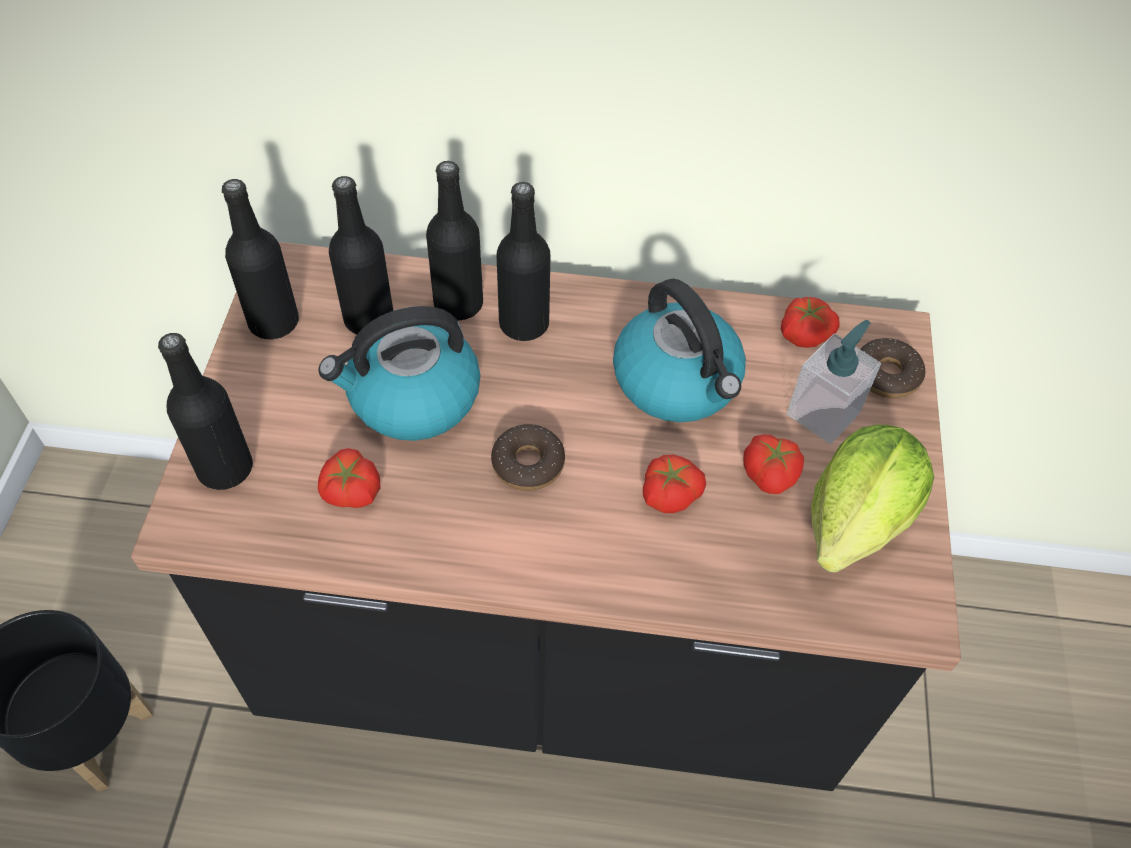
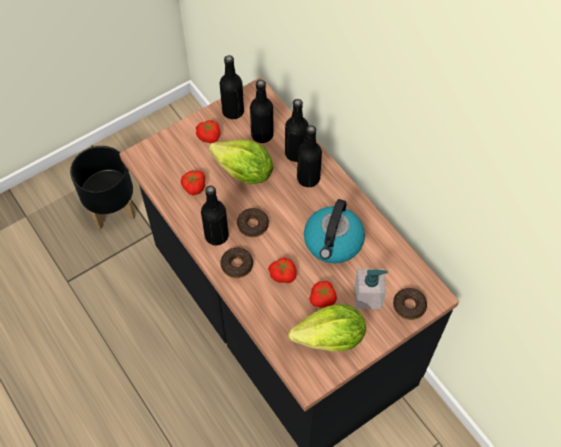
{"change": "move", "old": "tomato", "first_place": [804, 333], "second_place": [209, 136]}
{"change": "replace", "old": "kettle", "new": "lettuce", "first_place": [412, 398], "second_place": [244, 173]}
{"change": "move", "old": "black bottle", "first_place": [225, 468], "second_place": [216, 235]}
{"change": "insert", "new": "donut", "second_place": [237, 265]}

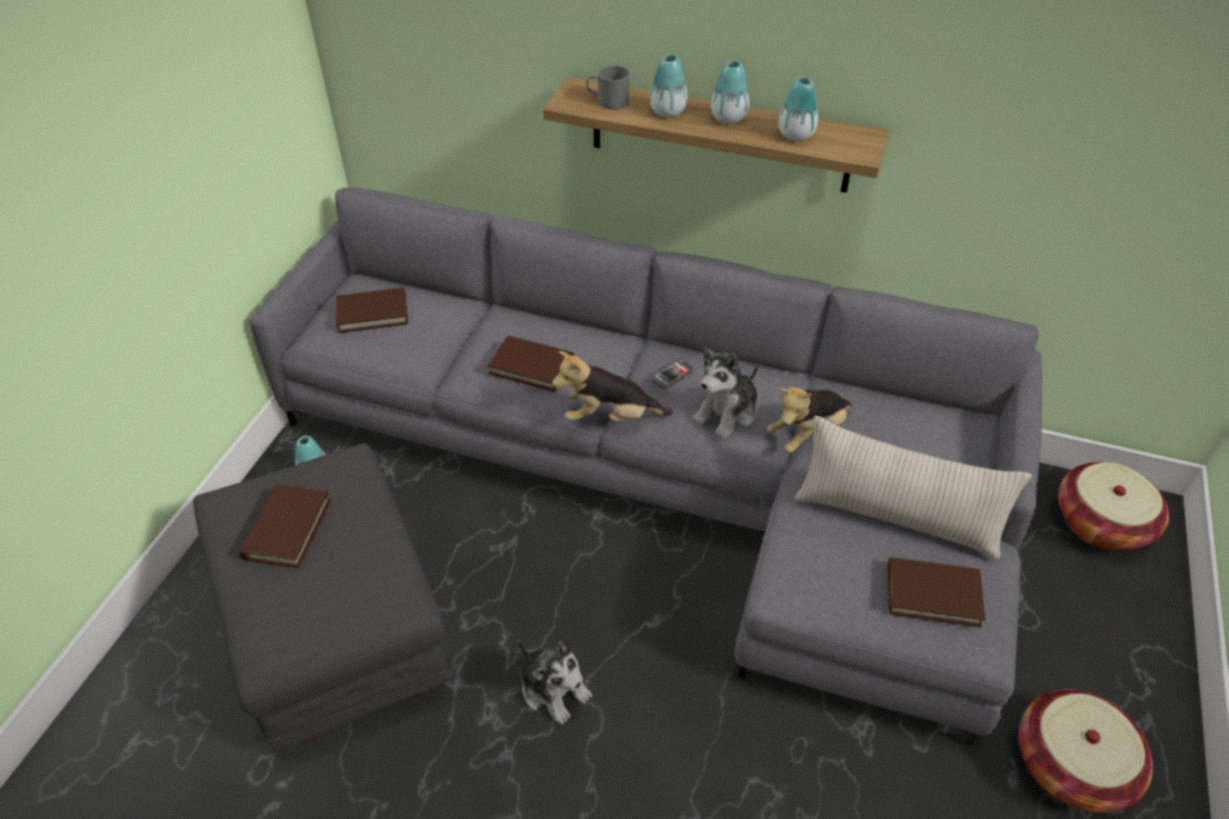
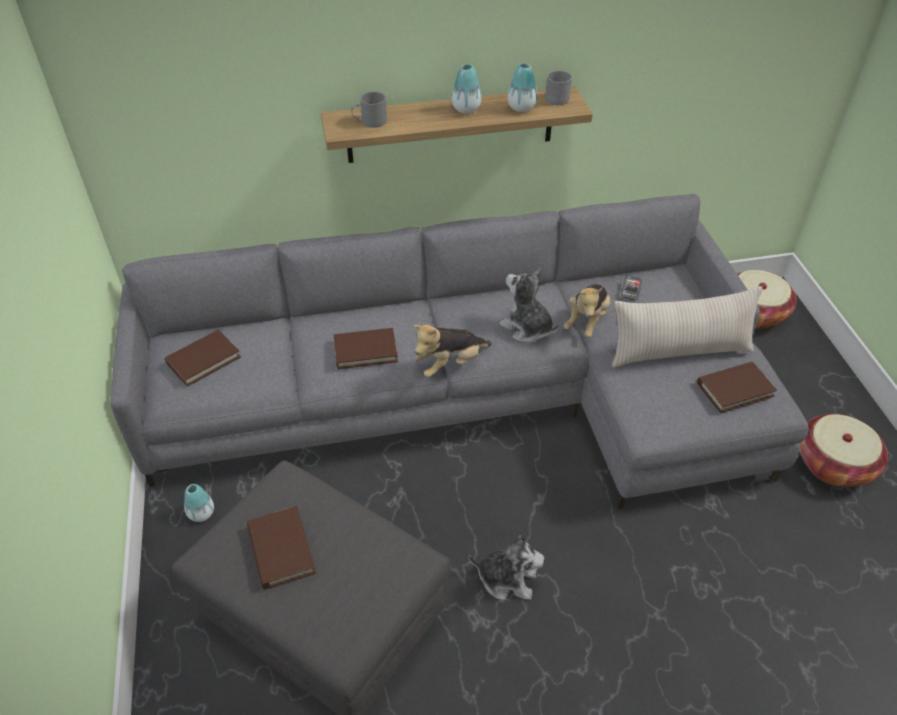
{"change": "delete", "old": "vase", "first_place": [668, 112]}
{"change": "rotate", "old": "plush toy", "first_place": [727, 413], "second_place": [527, 328], "degrees": 120}
{"change": "move", "old": "phone", "first_place": [672, 375], "second_place": [631, 289]}
{"change": "insert", "new": "grey mug", "second_place": [558, 97]}

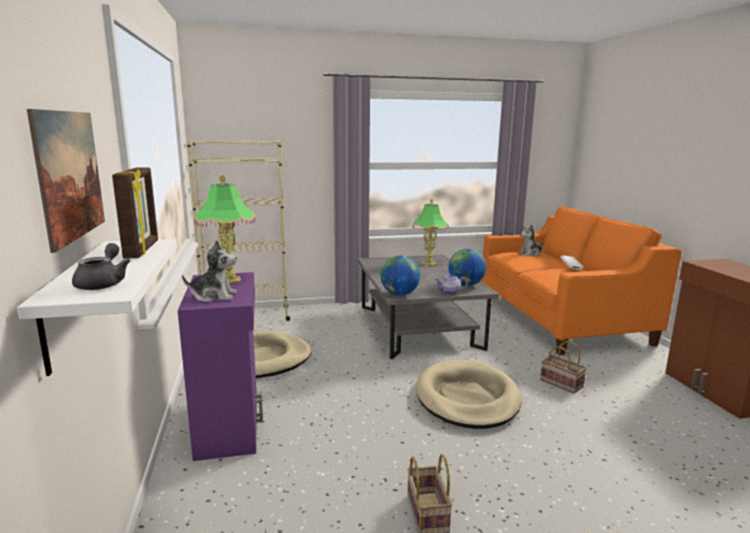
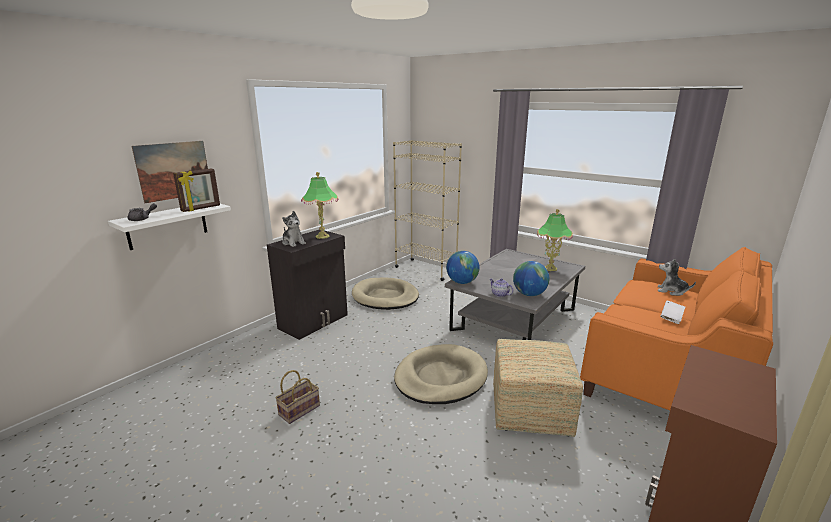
{"change": "recolor", "old": "purple cabinet", "new": "black cabinet", "first_place": [230, 424], "second_place": [314, 321]}
{"change": "replace", "old": "basket", "new": "ottoman", "first_place": [562, 383], "second_place": [531, 412]}

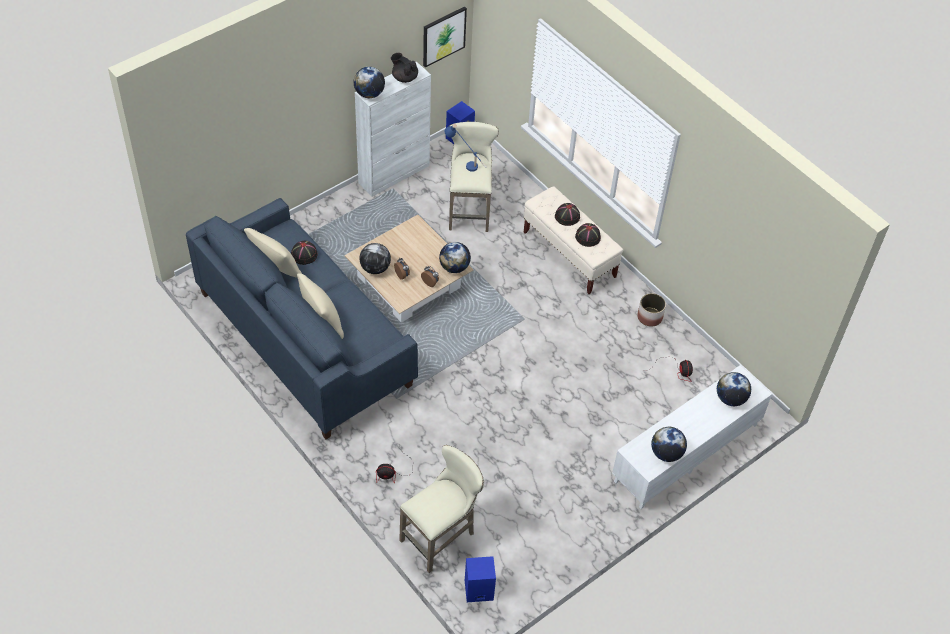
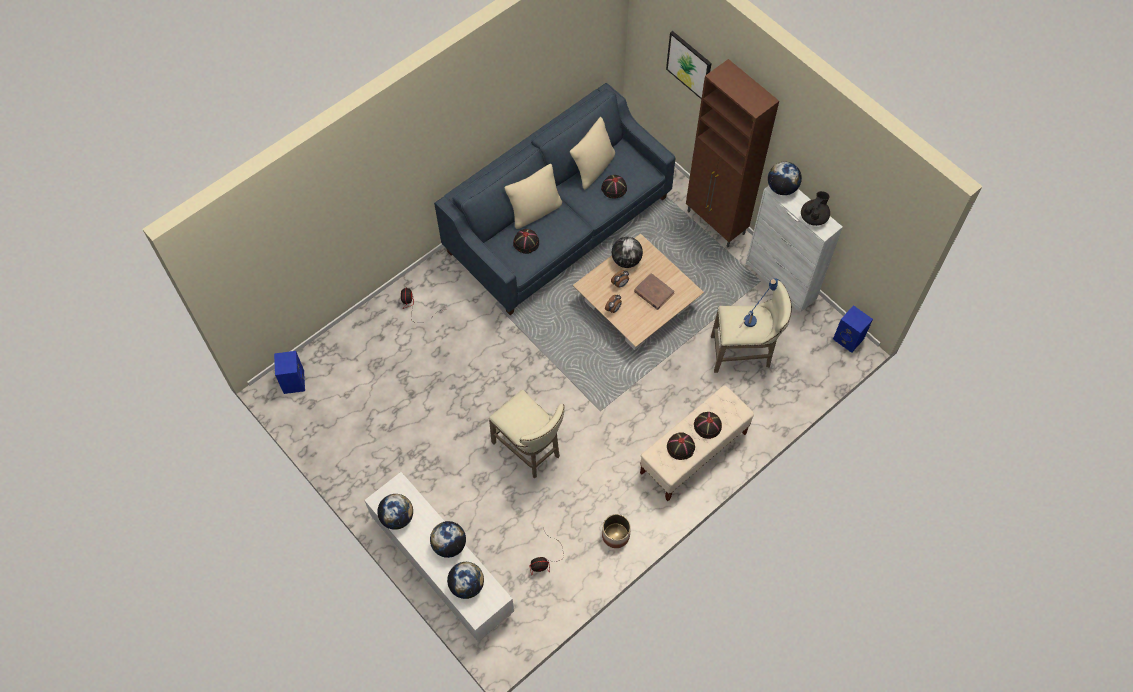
{"change": "move", "old": "picture", "first_place": [443, 36], "second_place": [689, 65]}
{"change": "move", "old": "globe", "first_place": [454, 267], "second_place": [449, 545]}
{"change": "move", "old": "beige stool", "first_place": [442, 536], "second_place": [529, 451]}
{"change": "insert", "new": "brown cabinet", "second_place": [716, 223]}
{"change": "insert", "new": "black hat", "second_place": [526, 243]}
{"change": "insert", "new": "brown book", "second_place": [653, 292]}

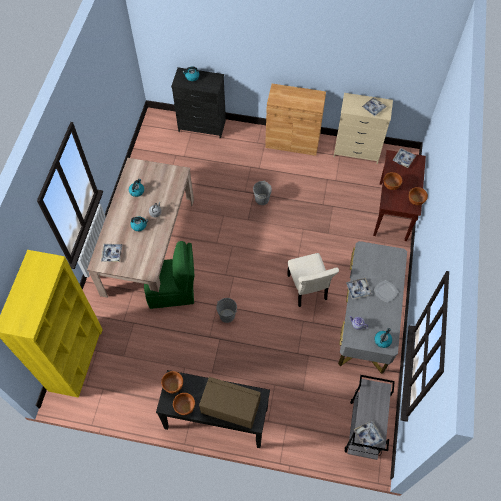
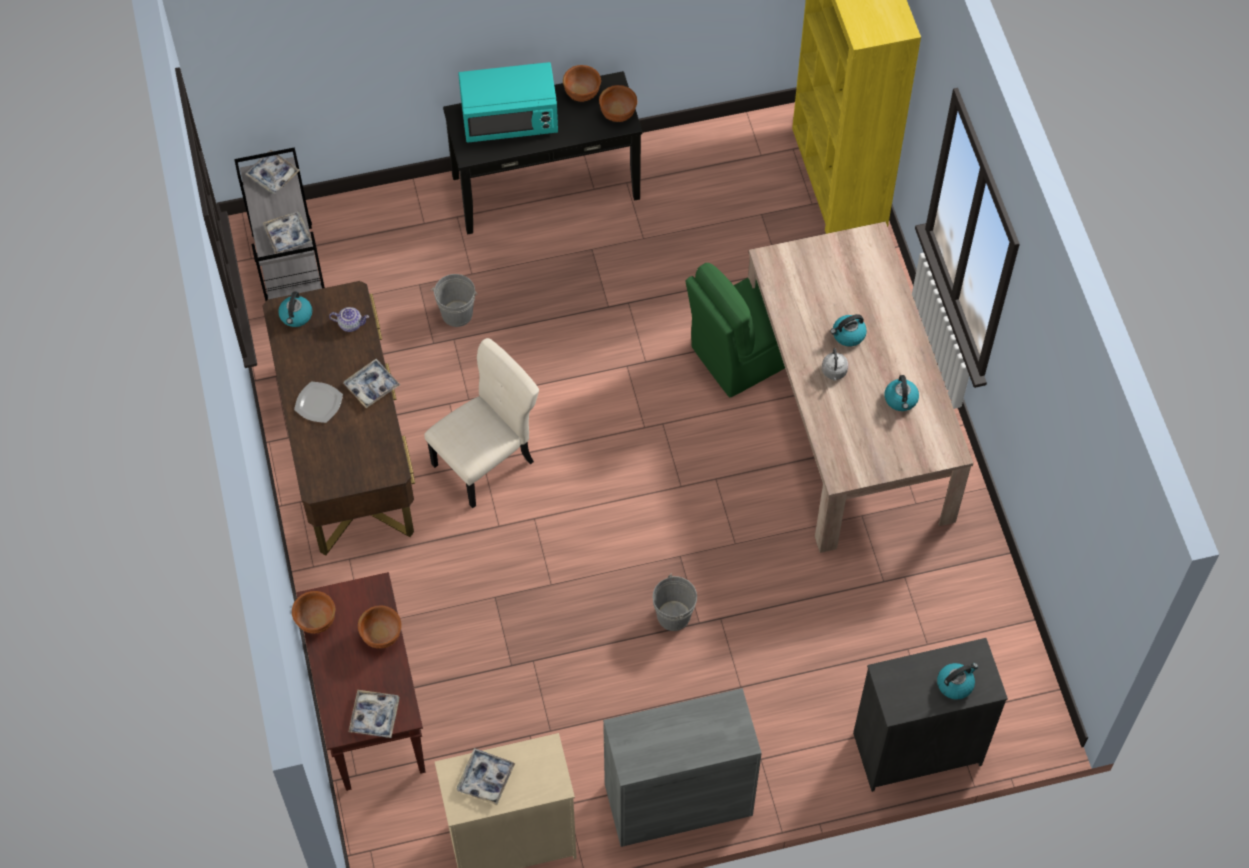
{"change": "recolor", "old": "brown cabinet", "new": "grey cabinet", "first_place": [292, 141], "second_place": [678, 800]}
{"change": "recolor", "old": "grey desk", "new": "brown desk", "first_place": [366, 320], "second_place": [347, 449]}
{"change": "move", "old": "tray", "first_place": [112, 254], "second_place": [288, 236]}
{"change": "rotate", "old": "beige chair", "first_place": [307, 289], "second_place": [486, 461], "degrees": 90}
{"change": "move", "old": "grey bucket", "first_place": [227, 315], "second_place": [457, 314]}
{"change": "recolor", "old": "brown microwave", "new": "turquoise microwave", "first_place": [230, 407], "second_place": [510, 119]}

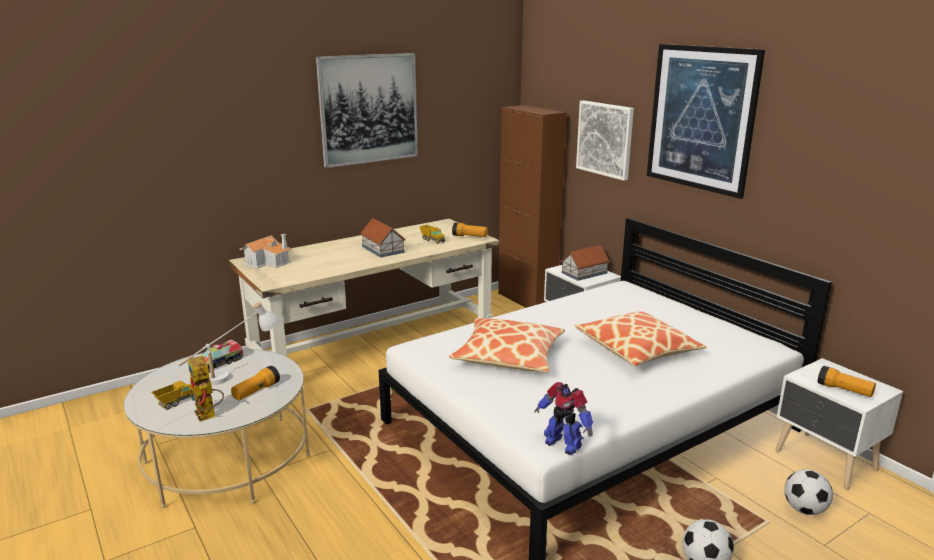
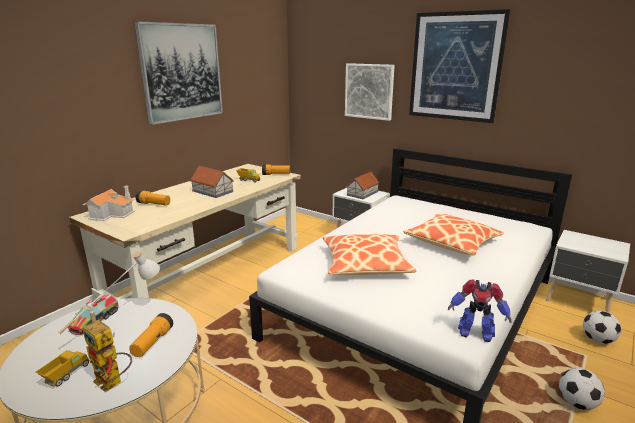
{"change": "delete", "old": "brown cabinet", "first_place": [526, 300]}
{"change": "move", "old": "flashlight", "first_place": [844, 390], "second_place": [154, 204]}

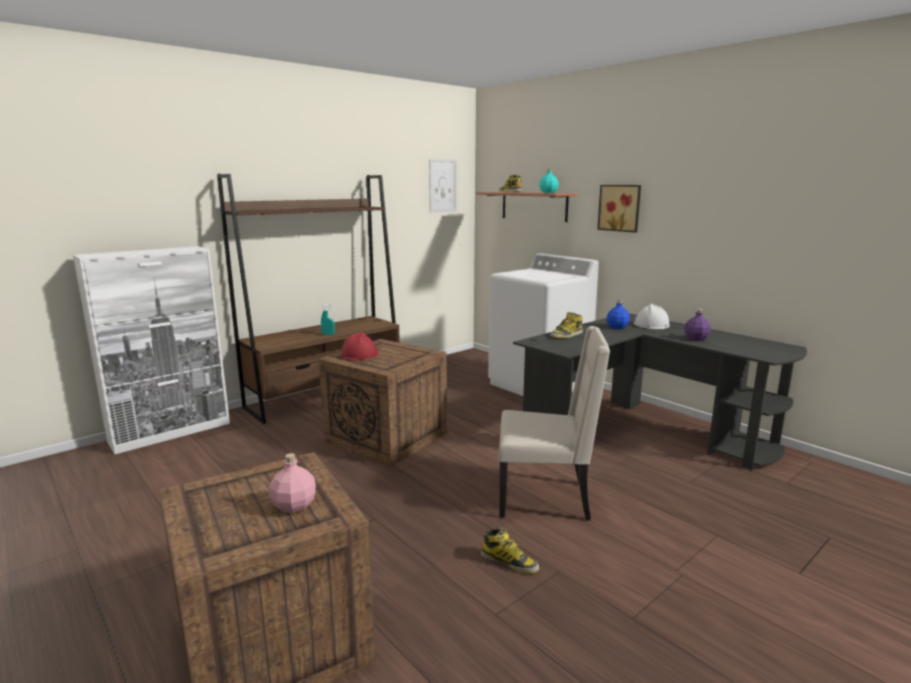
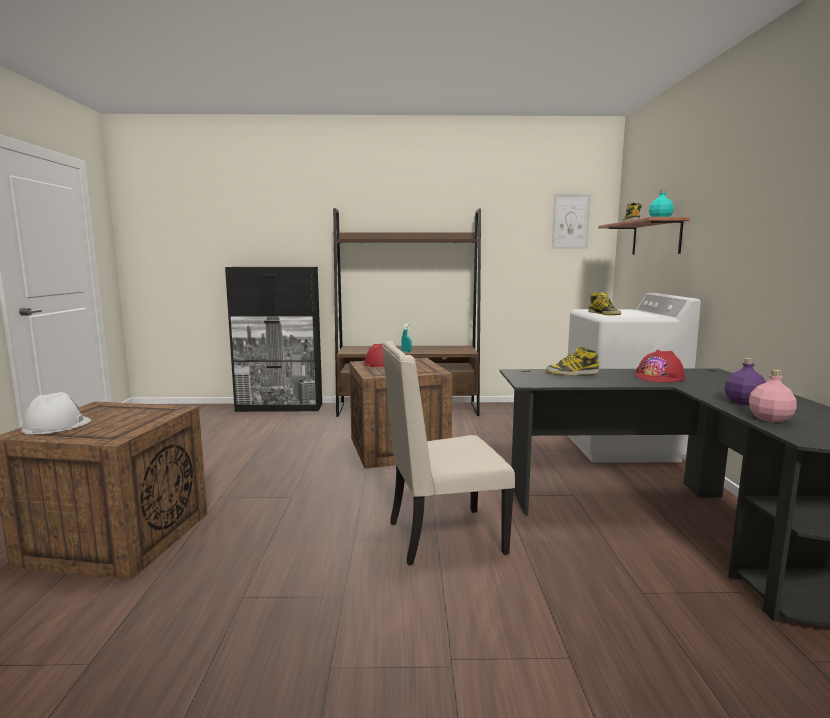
{"change": "delete", "old": "picture", "first_place": [620, 208]}
{"change": "recolor", "old": "white cabinet", "new": "black cabinet", "first_place": [171, 432], "second_place": [280, 407]}
{"change": "replace", "old": "blue bottle", "new": "red hard hat", "first_place": [617, 327], "second_place": [659, 377]}
{"change": "move", "old": "white hard hat", "first_place": [651, 324], "second_place": [57, 425]}
{"change": "rotate", "old": "beige chair", "first_place": [545, 498], "second_place": [442, 537], "degrees": 120}
{"change": "move", "old": "pink bottle", "first_place": [294, 506], "second_place": [770, 419]}
{"change": "move", "old": "boot", "first_place": [509, 562], "second_place": [604, 314]}

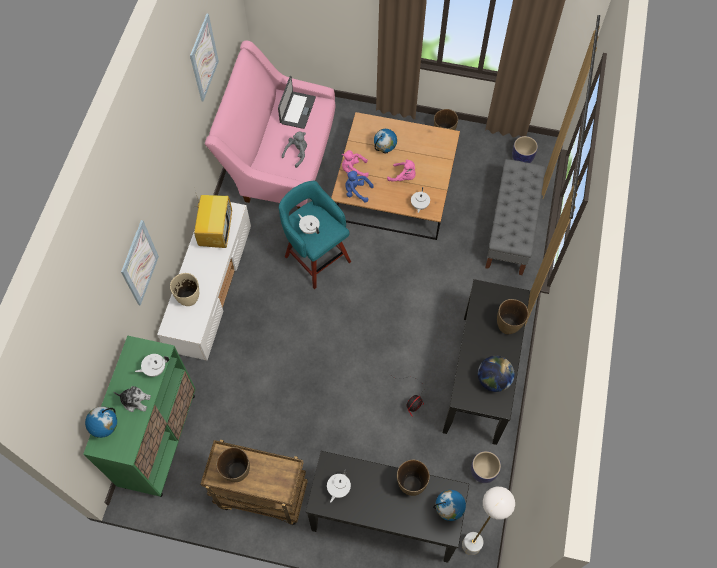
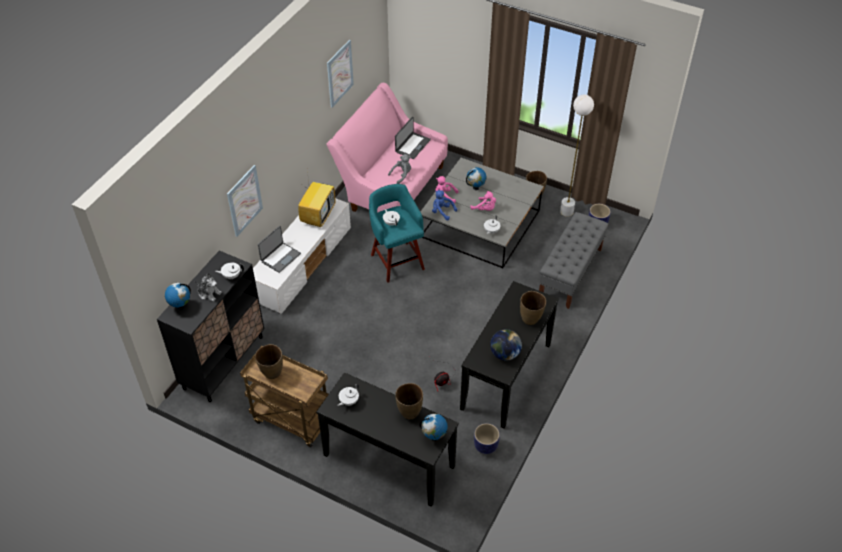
{"change": "recolor", "old": "brown coffee table", "new": "grey coffee table", "first_place": [395, 186], "second_place": [480, 223]}
{"change": "replace", "old": "beige vase", "new": "laptop", "first_place": [189, 299], "second_place": [280, 257]}
{"change": "recolor", "old": "green cabinet", "new": "black cabinet", "first_place": [160, 440], "second_place": [224, 362]}
{"change": "move", "old": "white floor lamp", "first_place": [471, 545], "second_place": [566, 212]}

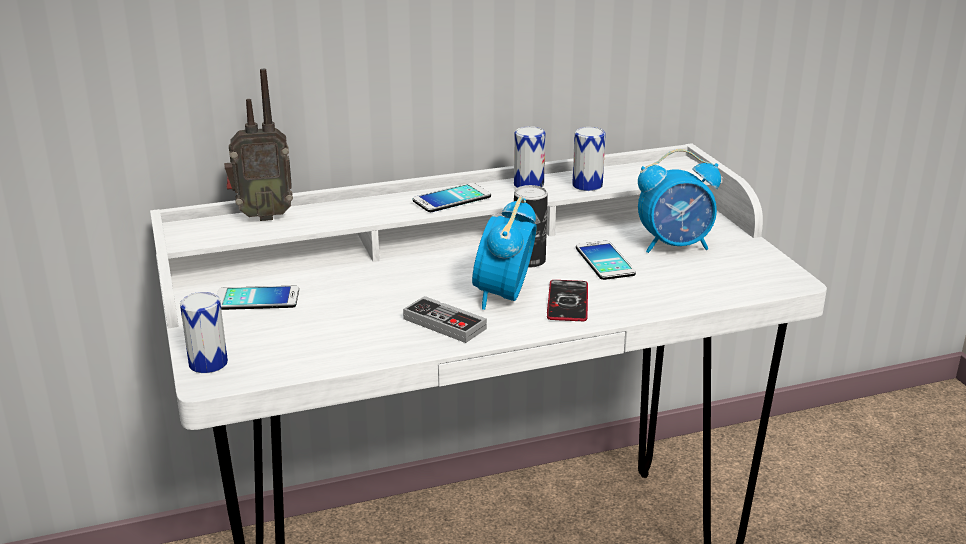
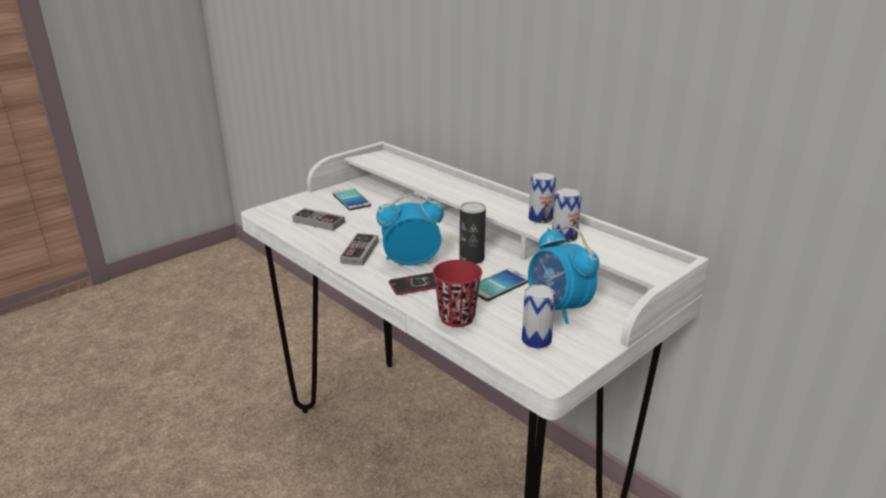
{"change": "delete", "old": "radio", "first_place": [262, 216]}
{"change": "delete", "old": "phone", "first_place": [452, 199]}
{"change": "move", "old": "can", "first_place": [208, 363], "second_place": [536, 340]}
{"change": "insert", "new": "game controller", "second_place": [318, 222]}
{"change": "insert", "new": "red cup", "second_place": [456, 318]}

